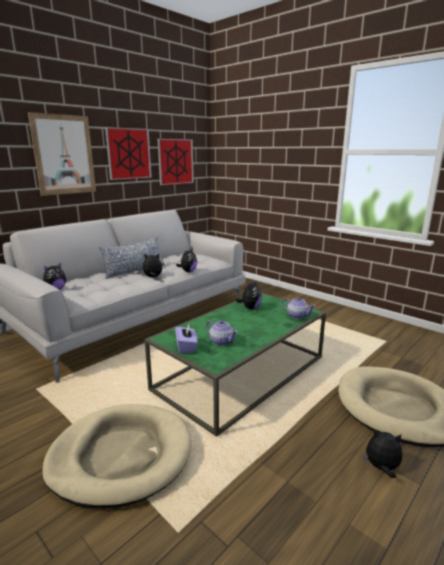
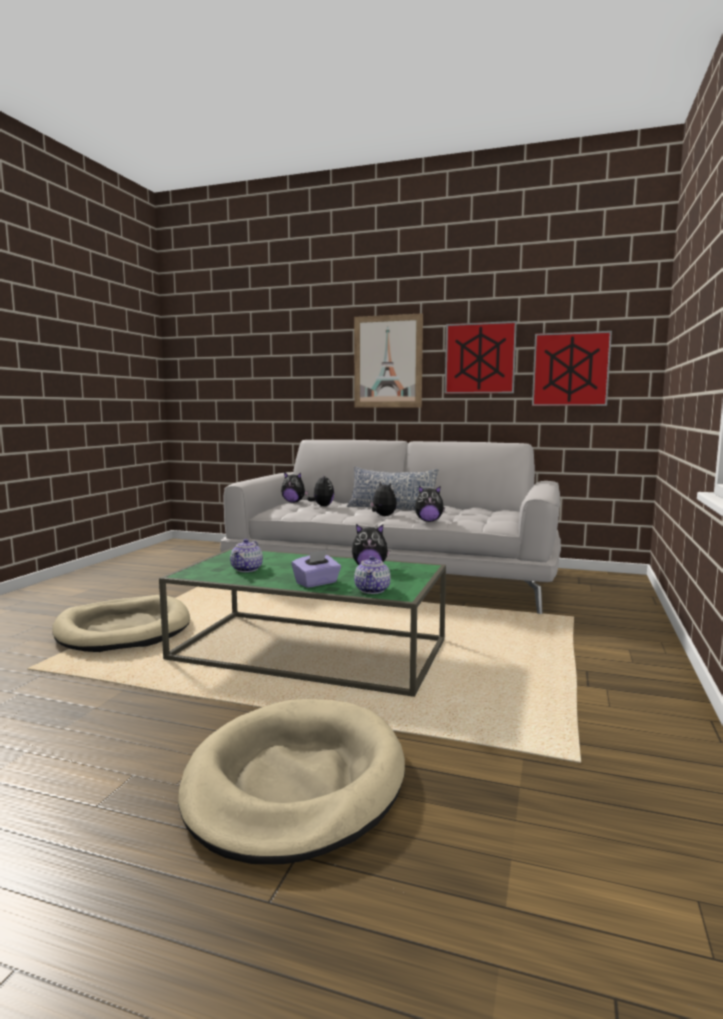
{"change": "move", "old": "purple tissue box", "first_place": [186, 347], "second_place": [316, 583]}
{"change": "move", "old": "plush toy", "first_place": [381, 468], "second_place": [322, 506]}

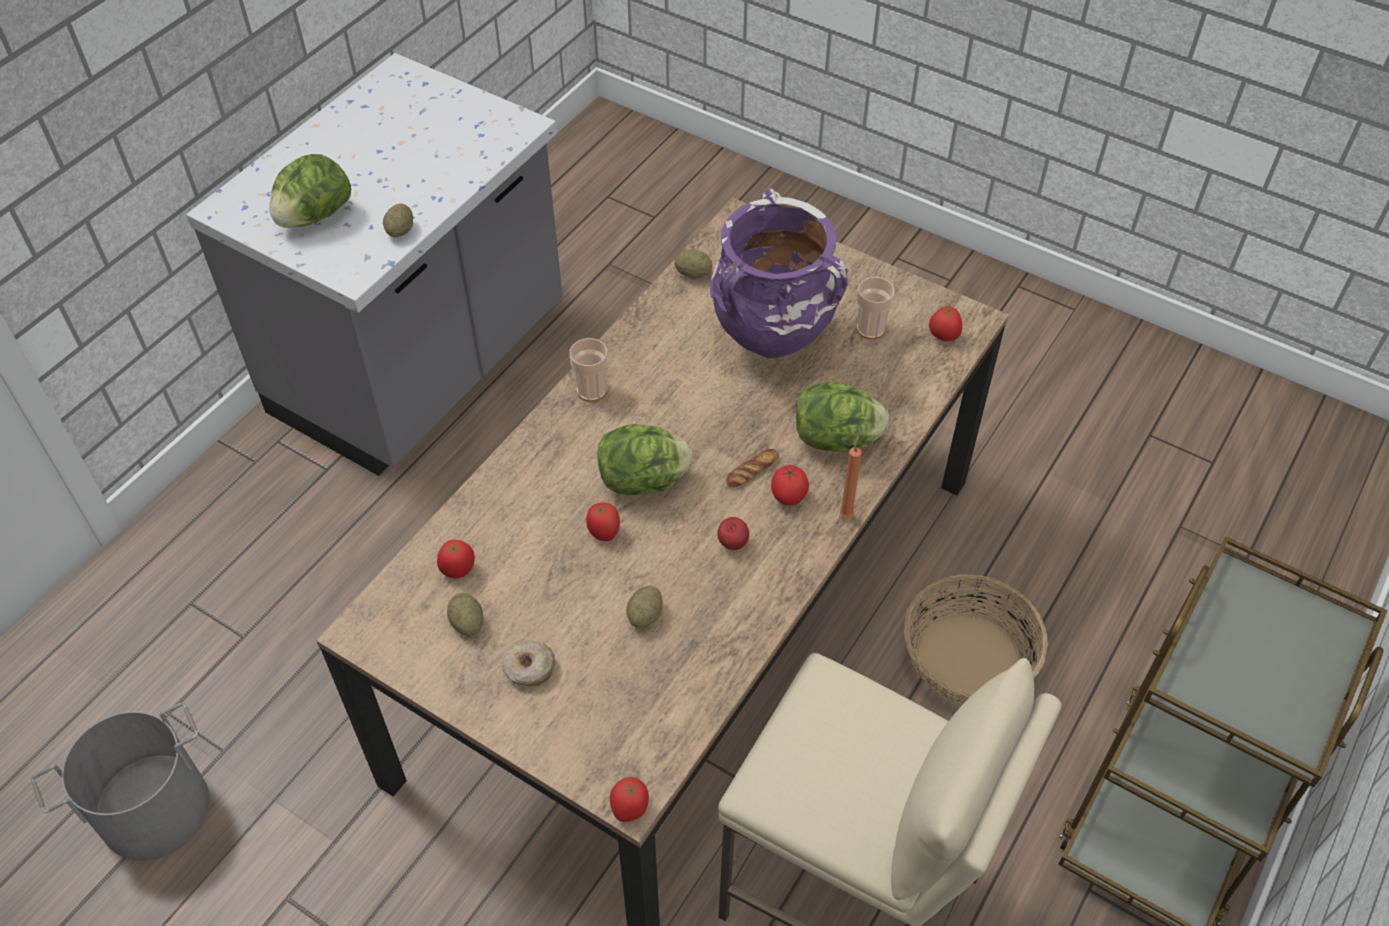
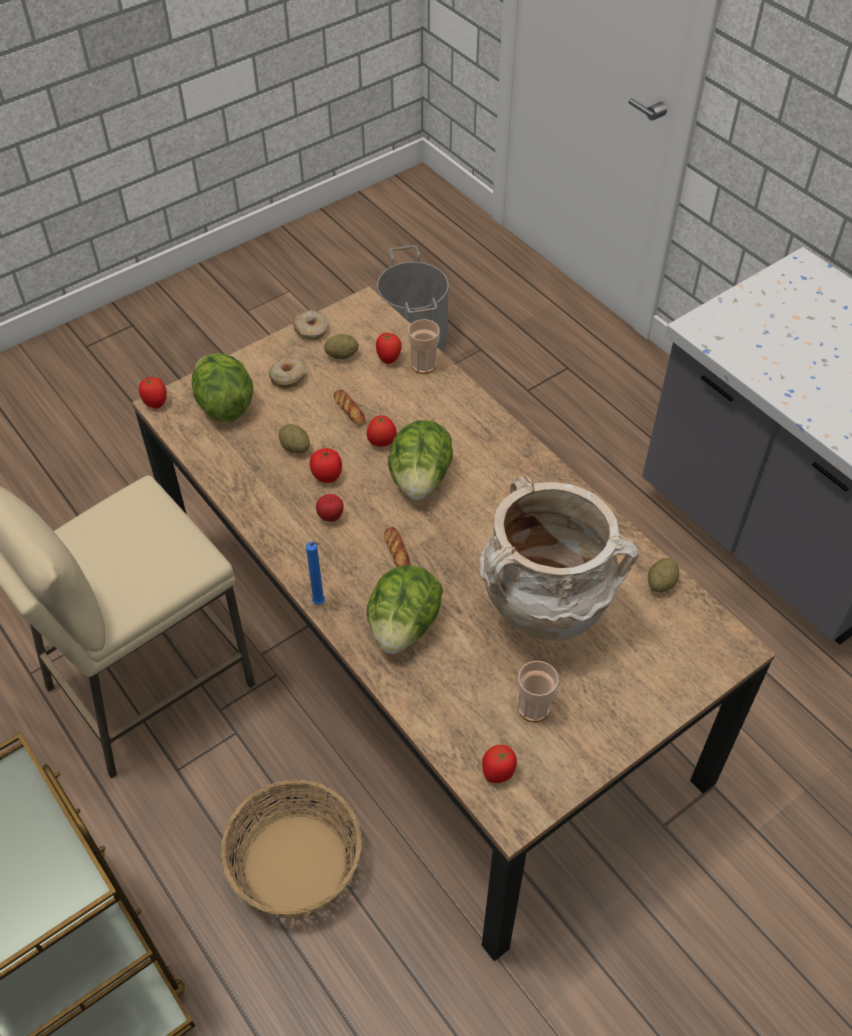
{"change": "move", "old": "lettuce", "first_place": [314, 216], "second_place": [224, 405]}
{"change": "recolor", "old": "purple vase", "new": "beige vase", "first_place": [774, 344], "second_place": [541, 618]}
{"change": "delete", "old": "potato", "first_place": [400, 231]}
{"change": "move", "old": "cup", "first_place": [591, 390], "second_place": [423, 365]}
{"change": "recolor", "old": "orange candle", "new": "blue candle", "first_place": [846, 514], "second_place": [320, 603]}
{"change": "move", "old": "tomato", "first_place": [788, 497], "second_place": [327, 476]}
{"change": "insert", "new": "donut", "second_place": [311, 330]}
{"change": "insert", "new": "bread", "second_place": [350, 410]}

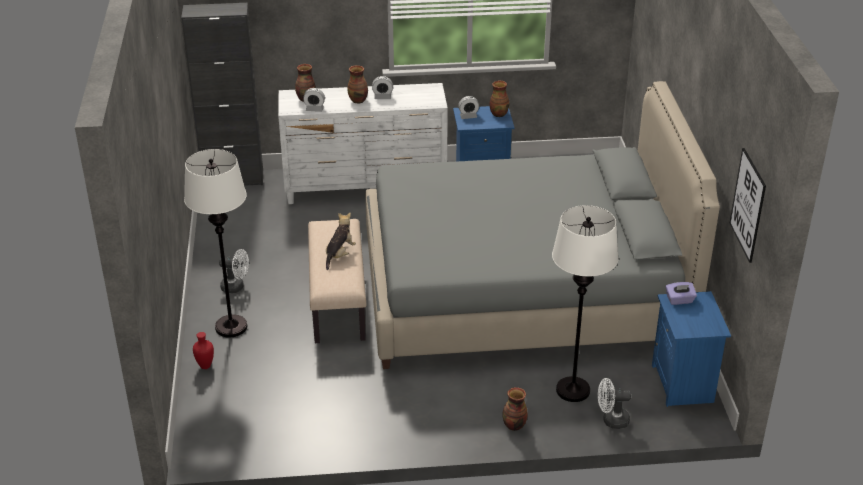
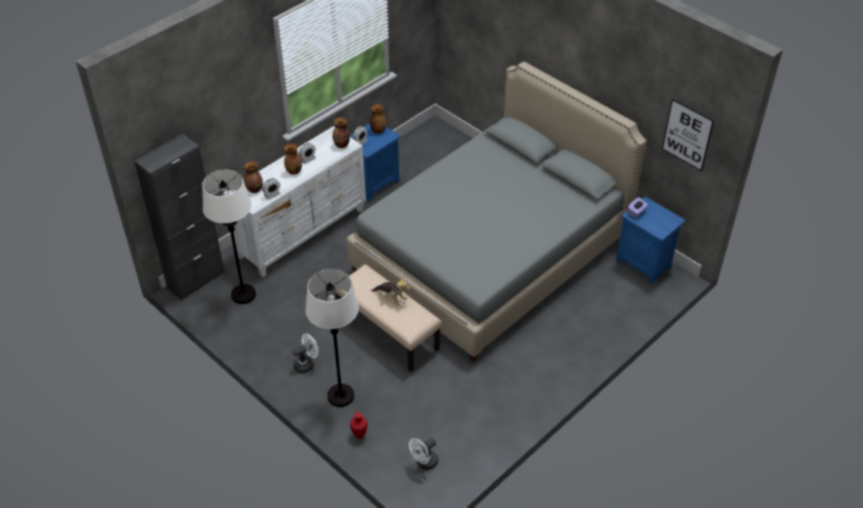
{"change": "move", "old": "white floor lamp", "first_place": [572, 390], "second_place": [243, 294]}
{"change": "rotate", "old": "plush toy", "first_place": [339, 255], "second_place": [390, 298], "degrees": 135}
{"change": "move", "old": "white fan", "first_place": [611, 420], "second_place": [424, 463]}
{"change": "move", "old": "vase", "first_place": [514, 425], "second_place": [341, 145]}

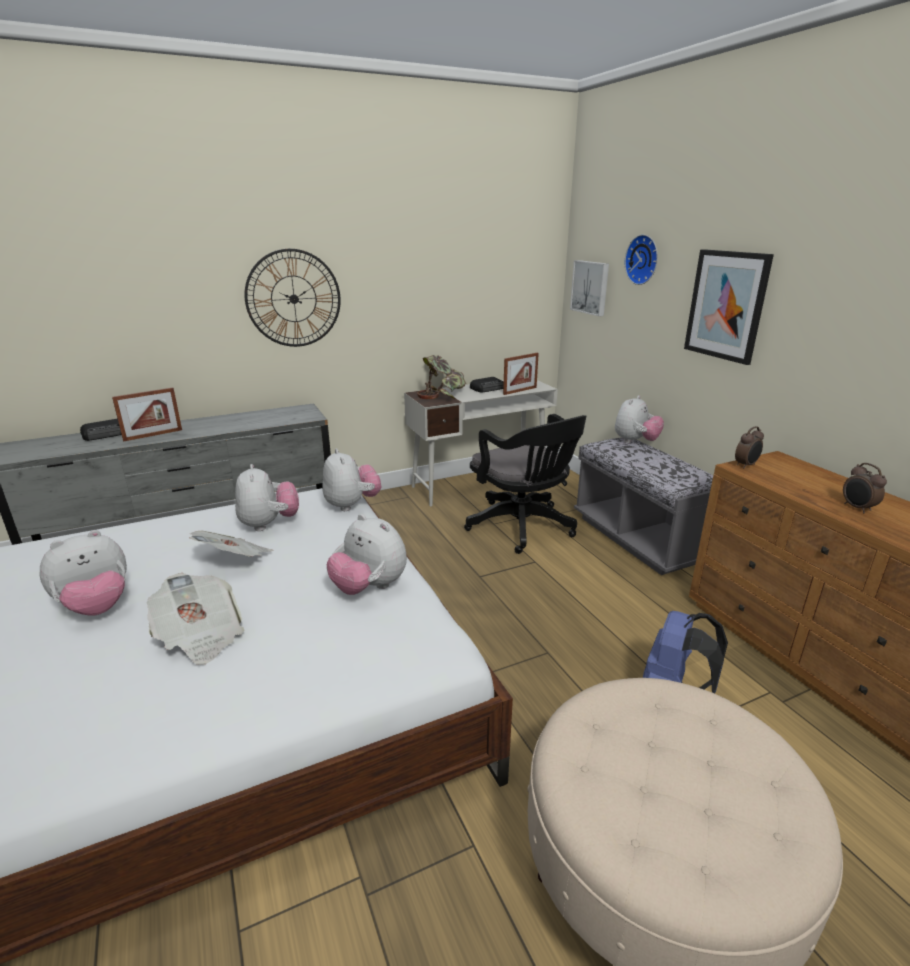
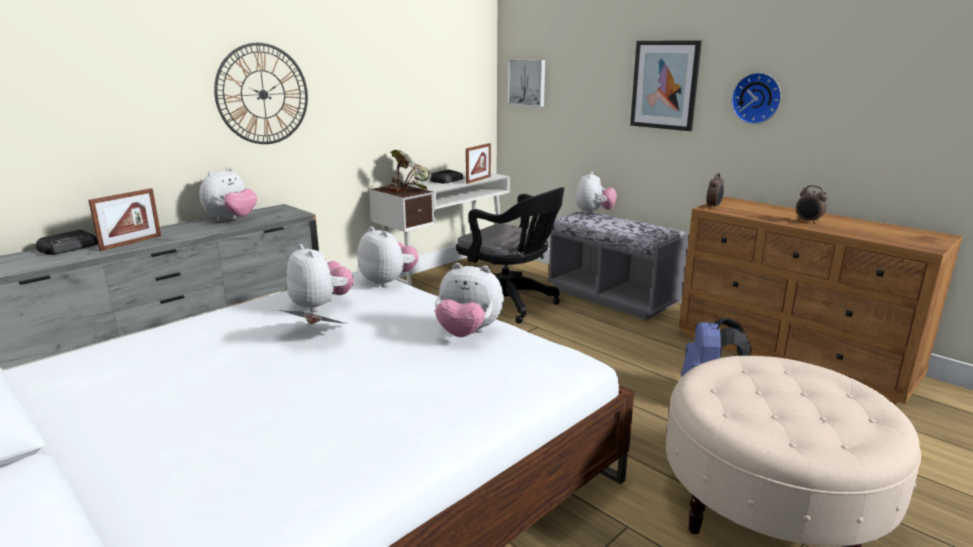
{"change": "move", "old": "wall clock", "first_place": [643, 259], "second_place": [757, 98]}
{"change": "move", "old": "plush toy", "first_place": [97, 607], "second_place": [231, 220]}
{"change": "delete", "old": "newspaper", "first_place": [200, 636]}

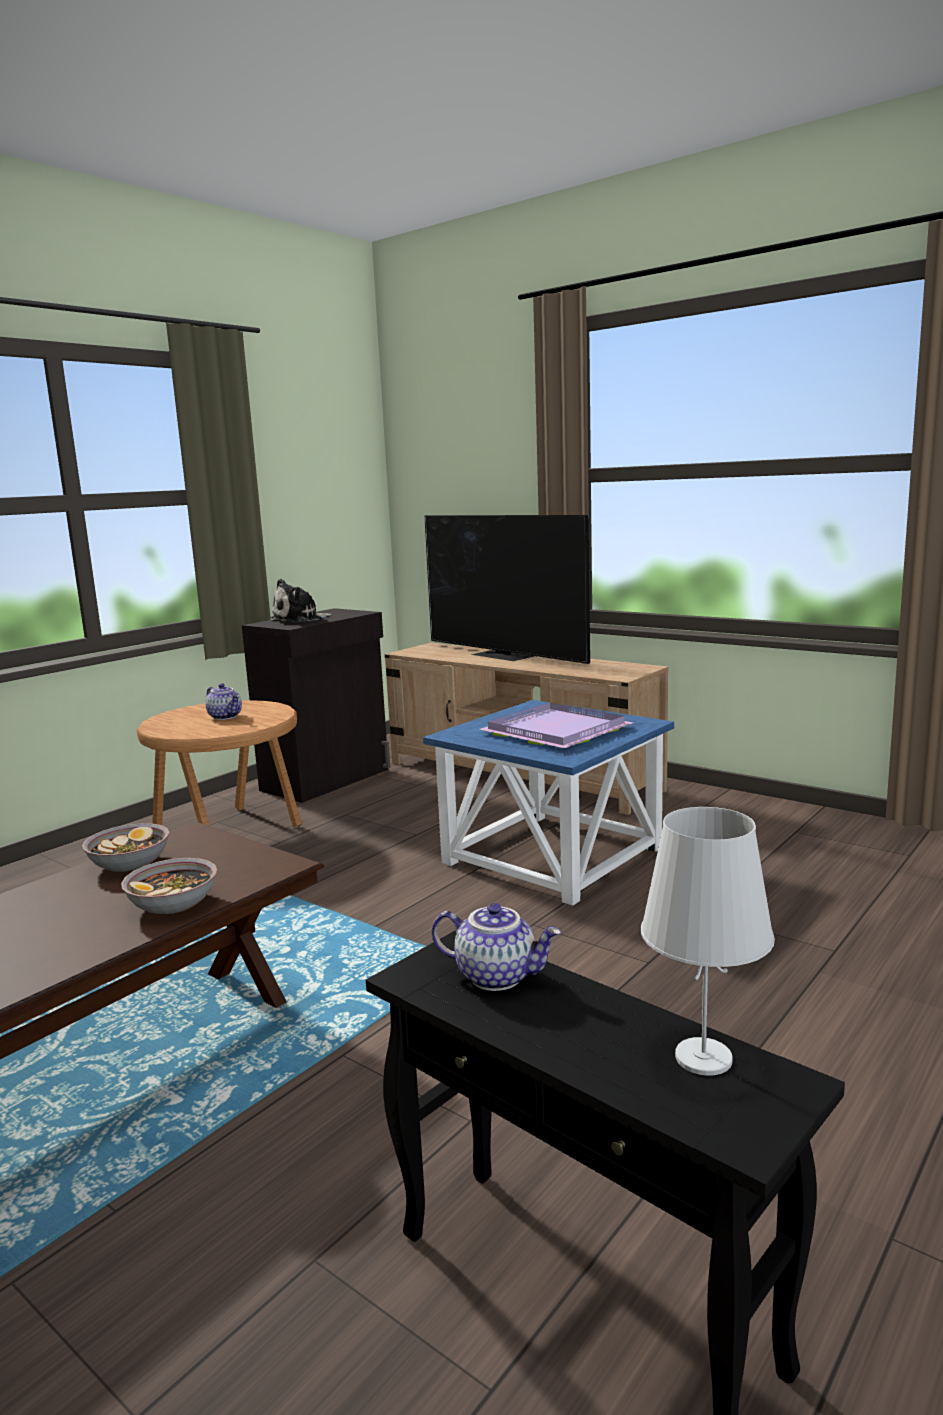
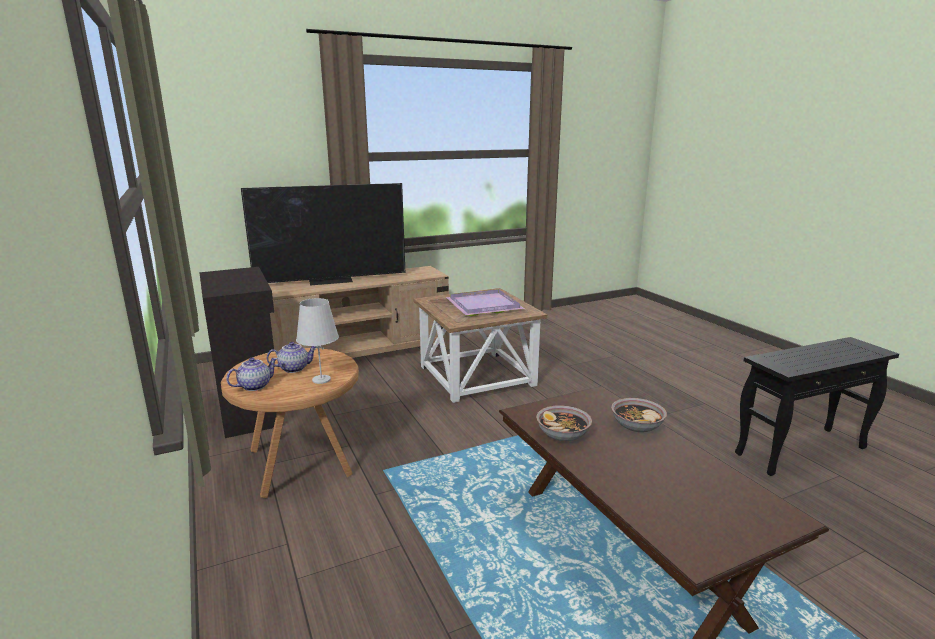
{"change": "delete", "old": "plush toy", "first_place": [300, 619]}
{"change": "recolor", "old": "blue side table", "new": "brown side table", "first_place": [553, 857], "second_place": [478, 376]}
{"change": "move", "old": "white table lamp", "first_place": [703, 1057], "second_place": [321, 379]}
{"change": "move", "old": "teapot", "first_place": [497, 976], "second_place": [255, 386]}

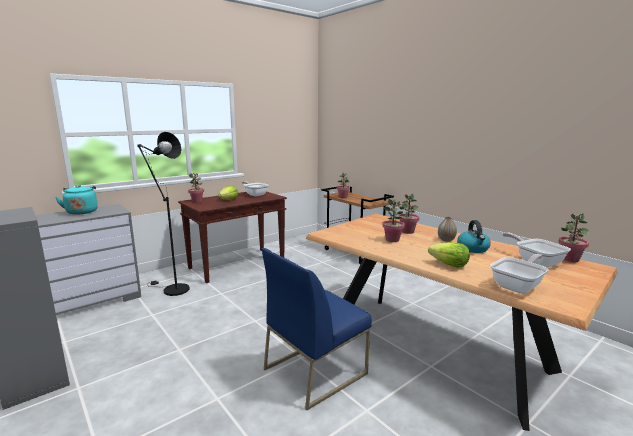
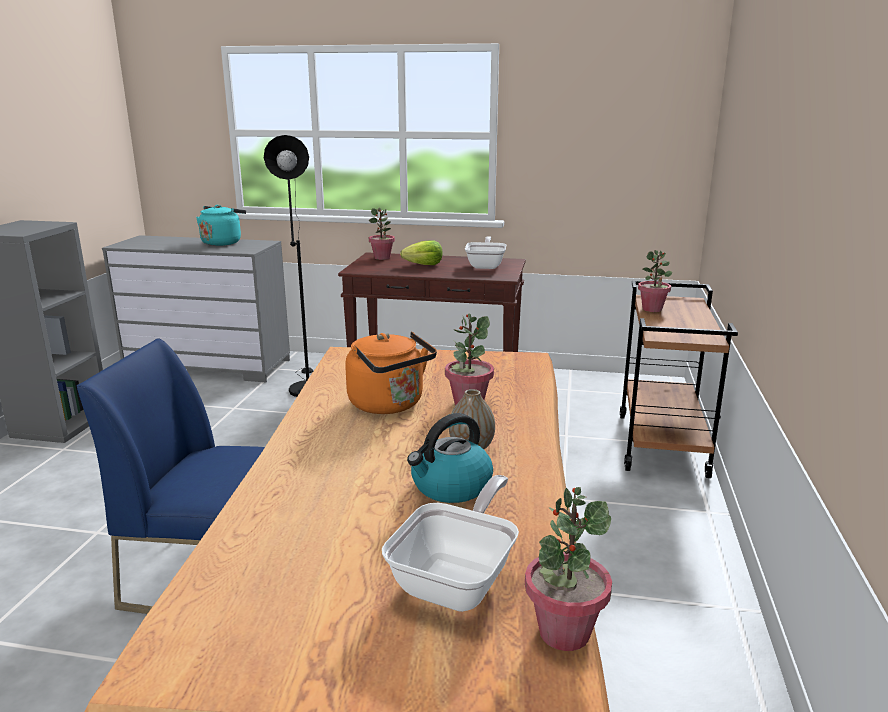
{"change": "replace", "old": "potted plant", "new": "orange kettle", "first_place": [392, 240], "second_place": [389, 405]}
{"change": "delete", "old": "lettuce", "first_place": [449, 264]}
{"change": "delete", "old": "frying pan", "first_place": [518, 286]}

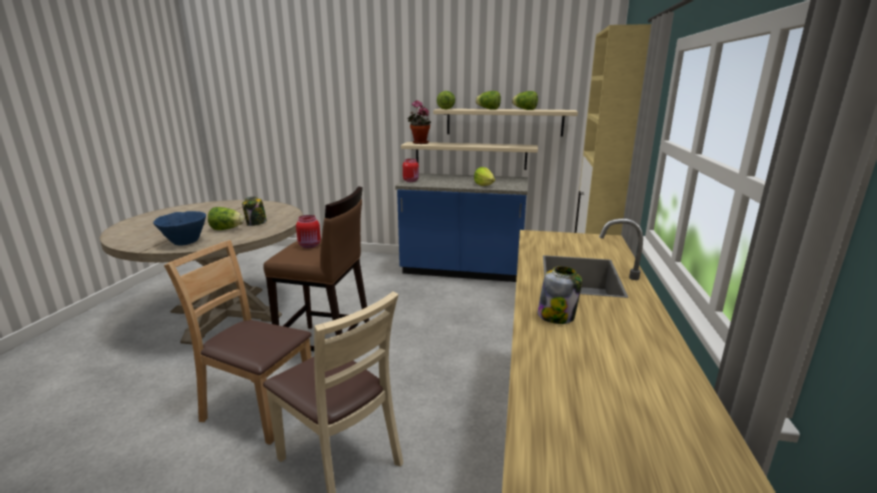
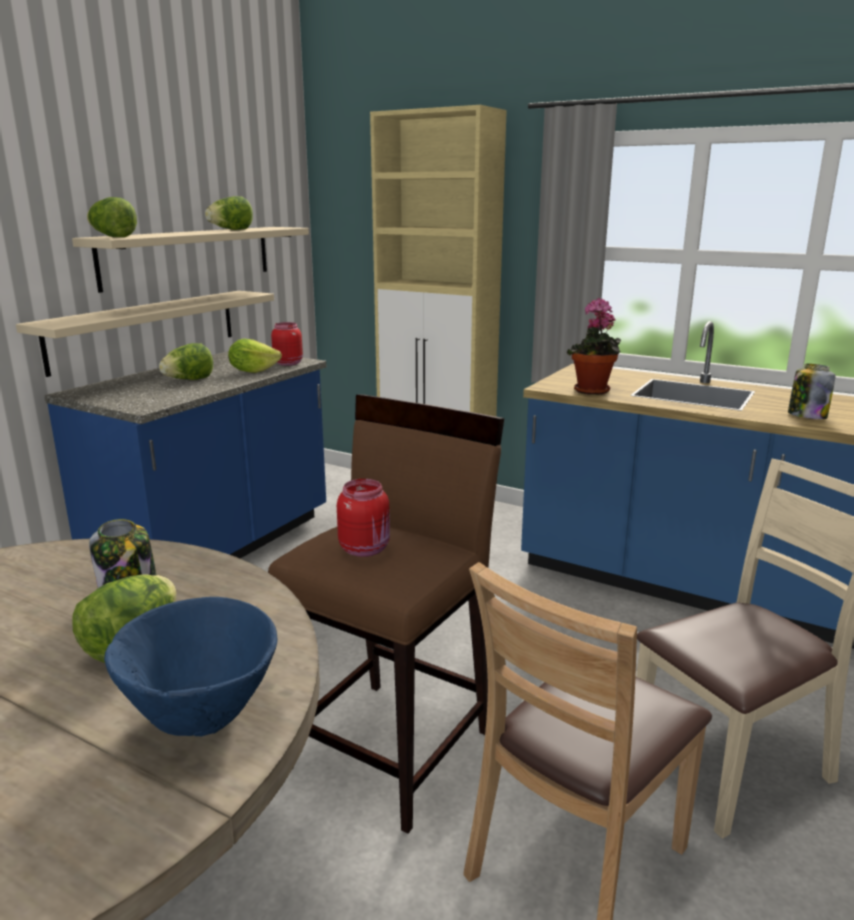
{"change": "move", "old": "lettuce", "first_place": [488, 109], "second_place": [189, 380]}
{"change": "move", "old": "potted plant", "first_place": [419, 143], "second_place": [592, 391]}
{"change": "move", "old": "red jar", "first_place": [411, 181], "second_place": [288, 363]}

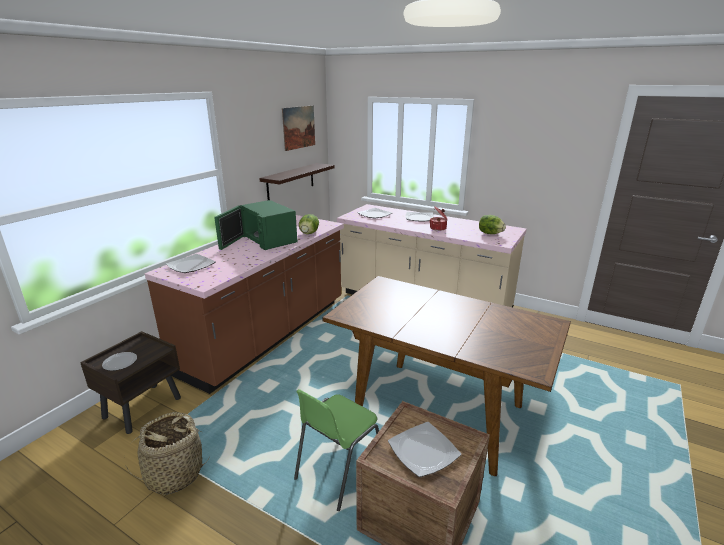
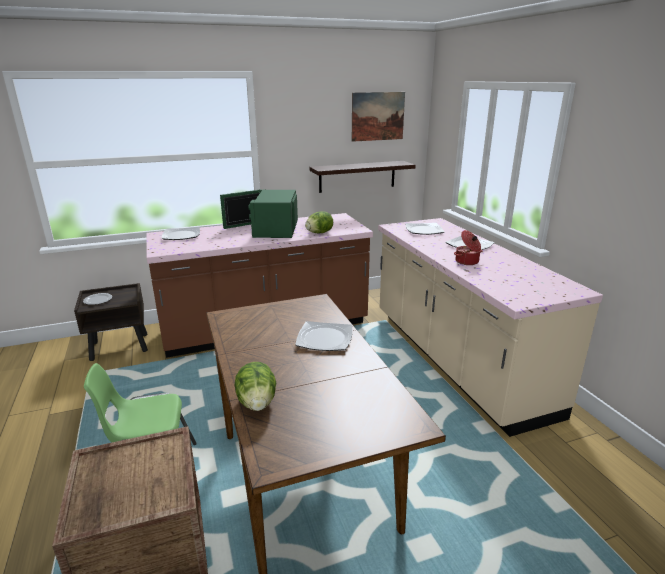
{"change": "move", "old": "lettuce", "first_place": [490, 233], "second_place": [257, 403]}
{"change": "delete", "old": "basket", "first_place": [174, 474]}
{"change": "move", "old": "plate", "first_place": [423, 451], "second_place": [324, 339]}

